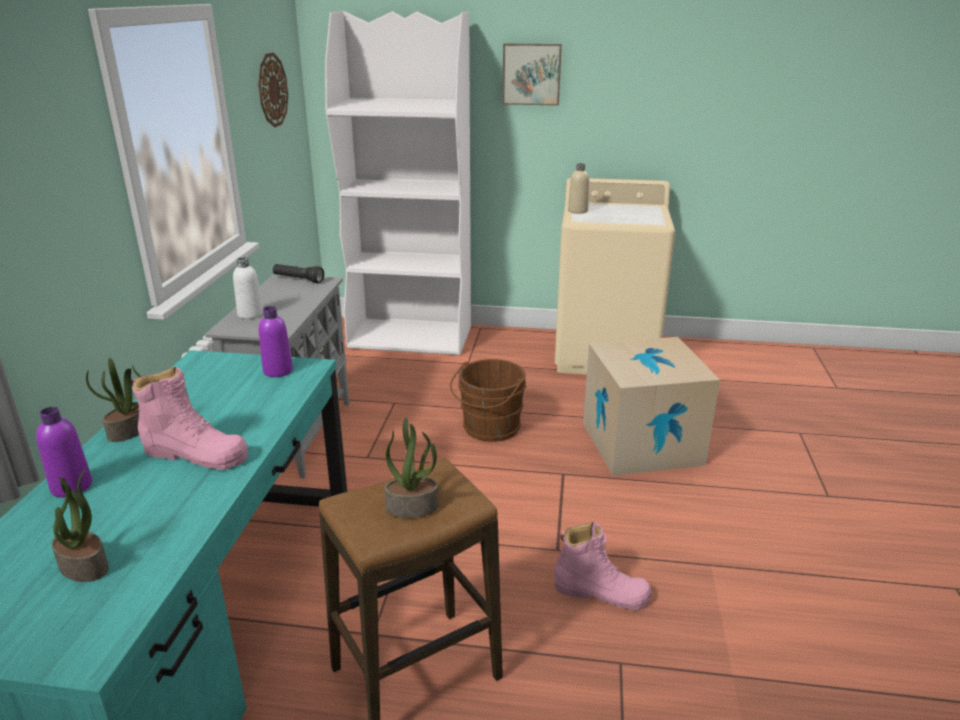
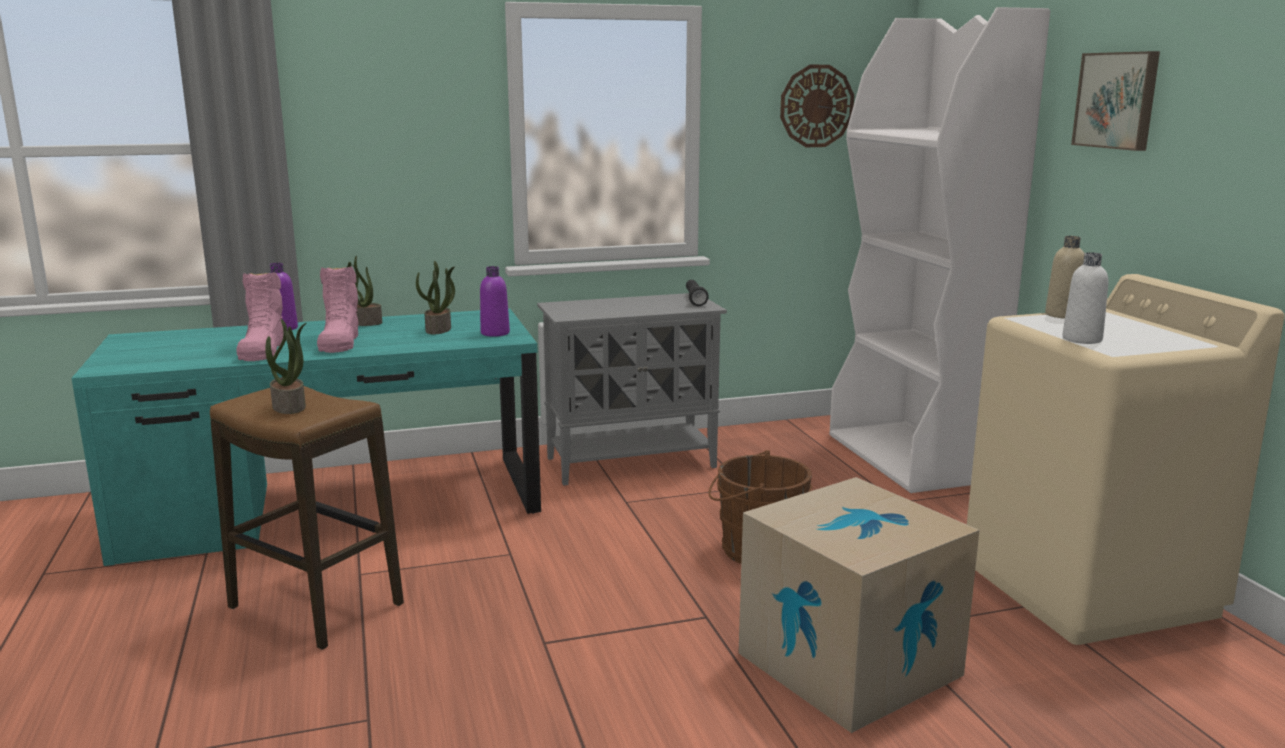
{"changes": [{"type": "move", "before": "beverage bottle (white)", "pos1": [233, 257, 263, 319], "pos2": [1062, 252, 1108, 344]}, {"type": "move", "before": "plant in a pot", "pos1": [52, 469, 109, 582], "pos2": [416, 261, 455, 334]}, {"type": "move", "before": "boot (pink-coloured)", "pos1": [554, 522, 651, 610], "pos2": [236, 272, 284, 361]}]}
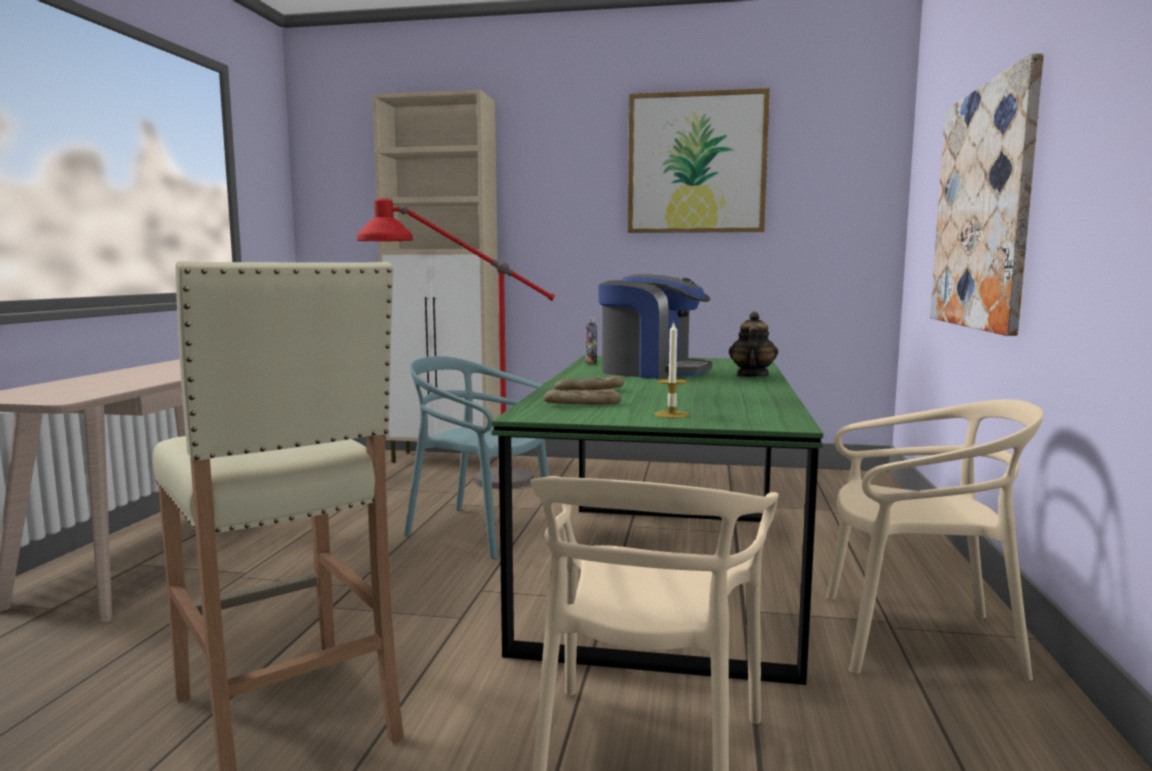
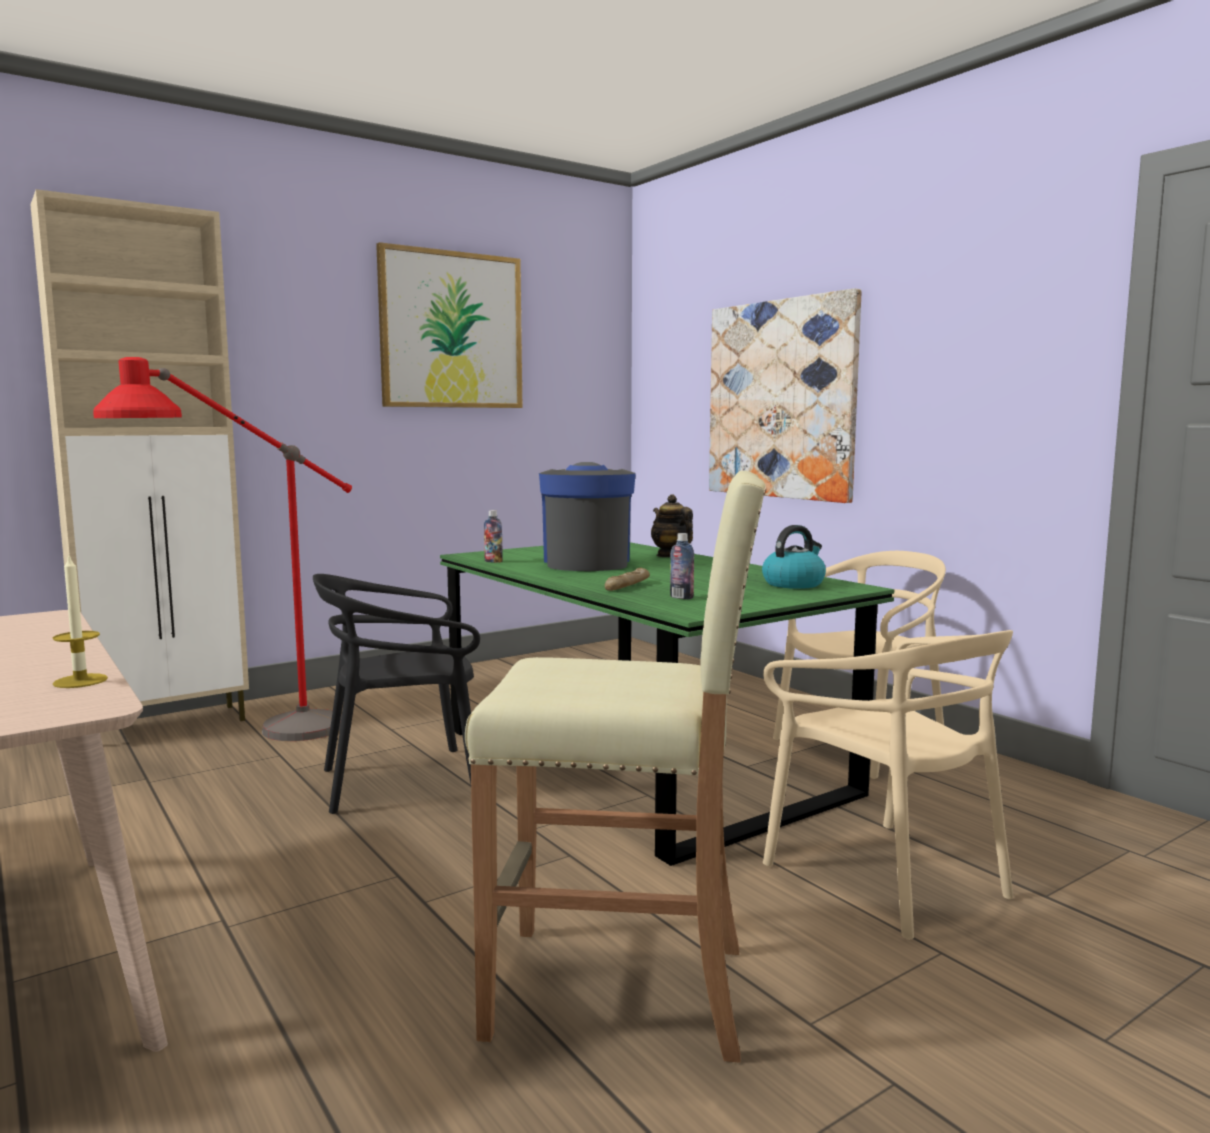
{"changes": [{"type": "rotate", "before": "coffee machine", "pos1": [598, 274, 712, 379], "pos2": [539, 462, 636, 571], "turn": -75}, {"type": "move", "before": "candle", "pos1": [655, 321, 689, 418], "pos2": [53, 556, 108, 688]}, {"type": "recolor", "before": "upright chair (turquoise-coloured)", "after": "upright chair (black)", "pos1": [404, 356, 549, 559], "pos2": [313, 574, 480, 814]}, {"type": "replace", "before": "baked bread", "after": "beverage bottle", "pos1": [544, 389, 622, 404], "pos2": [670, 533, 694, 599]}, {"type": "insert", "after": "water kettle", "pos2": [762, 525, 826, 589]}]}
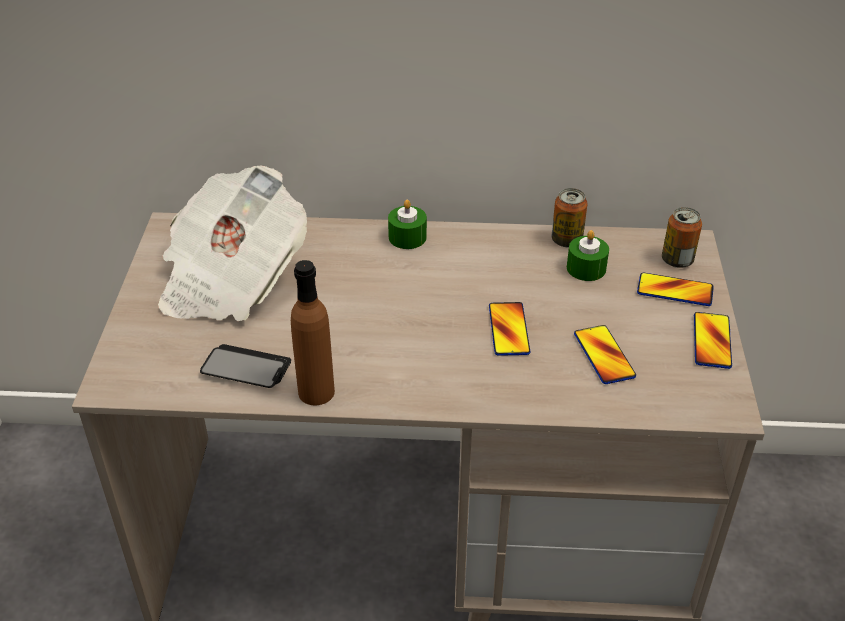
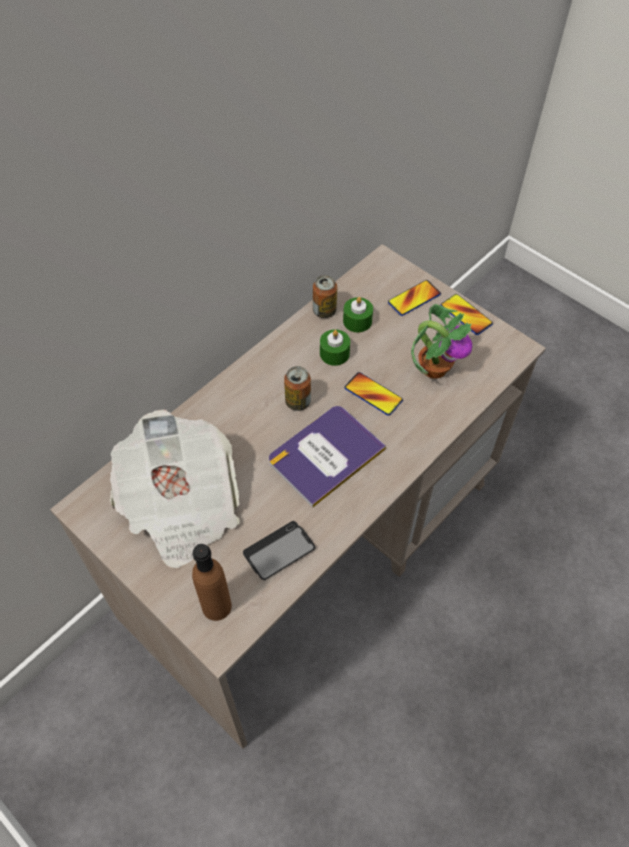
{"changes": [{"type": "move", "before": "candle (green-coloured)", "pos1": [388, 200, 427, 249], "pos2": [320, 329, 350, 366]}, {"type": "move", "before": "sealed can", "pos1": [662, 207, 702, 268], "pos2": [284, 366, 311, 411]}, {"type": "move", "before": "beverage bottle (brown-coloured)", "pos1": [291, 260, 335, 405], "pos2": [192, 544, 232, 621]}, {"type": "replace", "before": "telephone", "after": "plant in a pot", "pos1": [574, 325, 636, 384], "pos2": [411, 304, 472, 379]}, {"type": "insert", "after": "book", "pos2": [269, 406, 386, 508]}]}
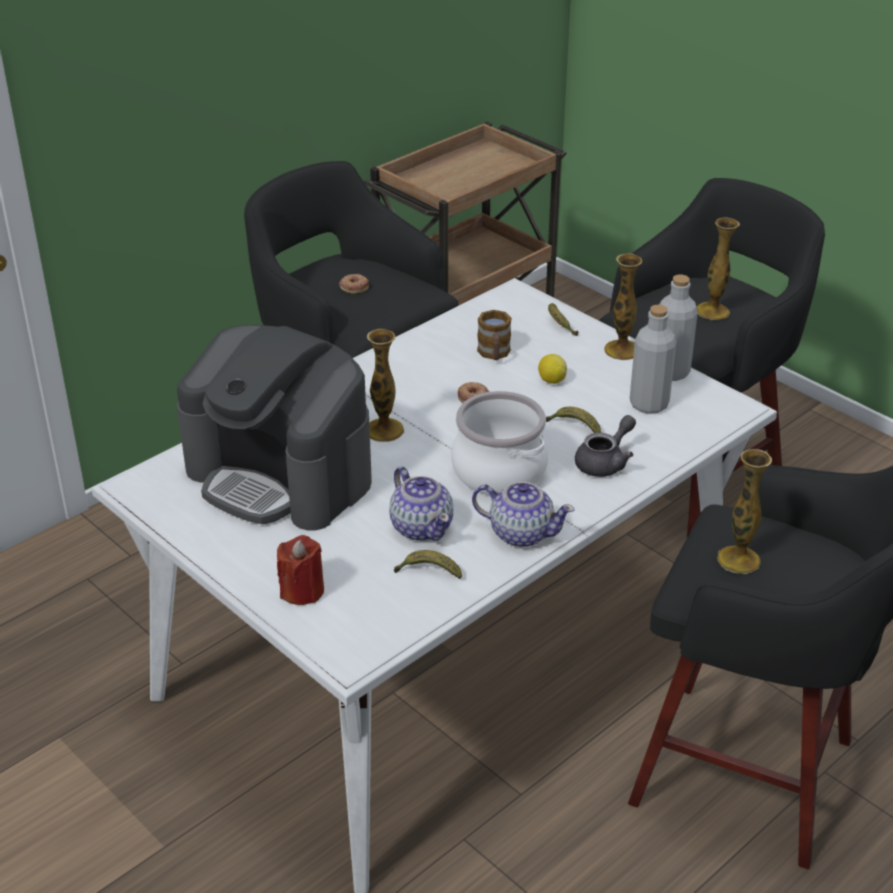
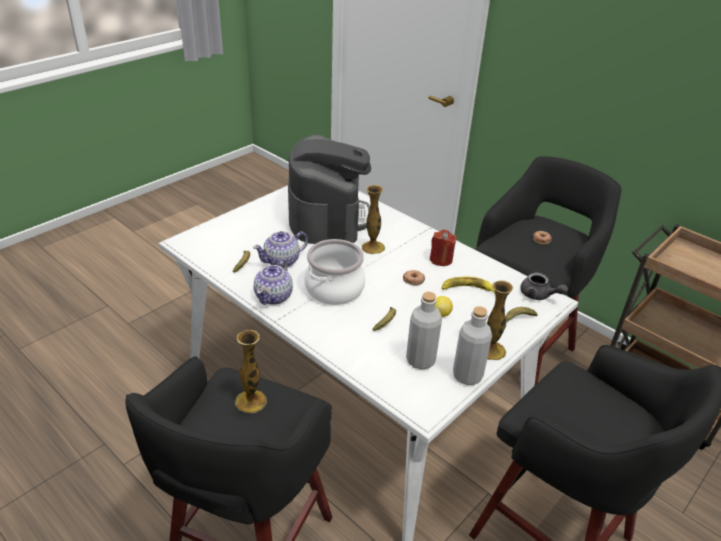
{"changes": [{"type": "delete", "before": "flower vase", "pos1": [696, 217, 740, 320]}, {"type": "replace", "before": "tea mug", "after": "banana fruit", "pos1": [477, 310, 512, 360], "pos2": [442, 277, 495, 294]}, {"type": "rotate", "before": "coffee machine", "pos1": [177, 325, 372, 530], "pos2": [288, 135, 371, 244], "turn": 150}, {"type": "move", "before": "teapot (gray)", "pos1": [575, 415, 636, 477], "pos2": [520, 272, 568, 300]}, {"type": "move", "before": "candle (red)", "pos1": [277, 535, 324, 605], "pos2": [430, 229, 457, 266]}]}
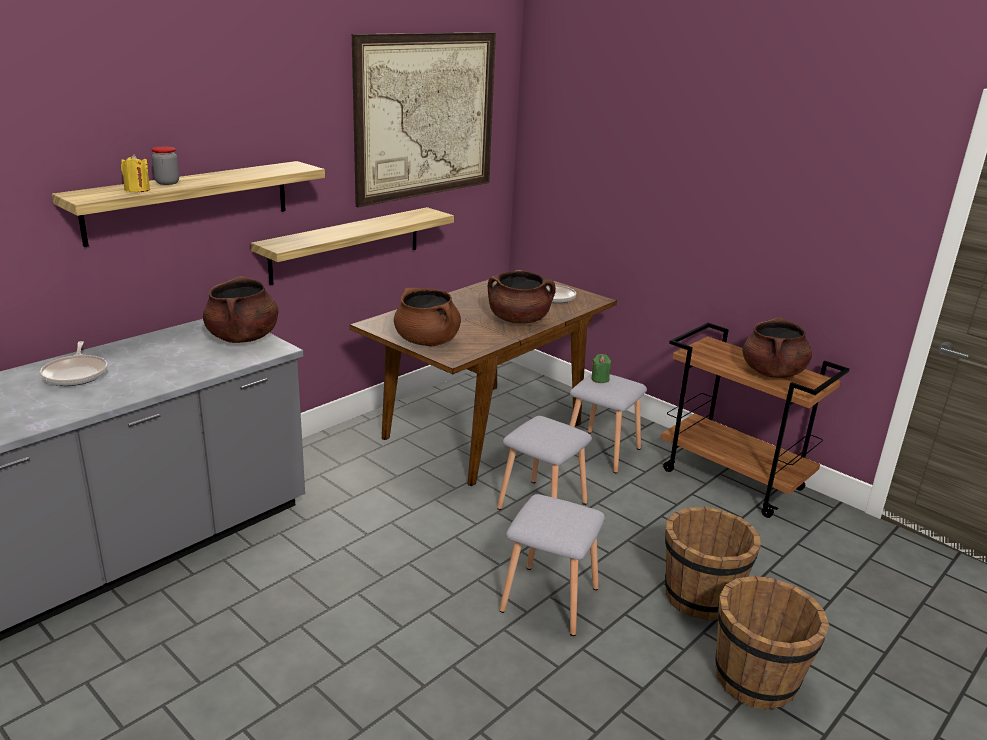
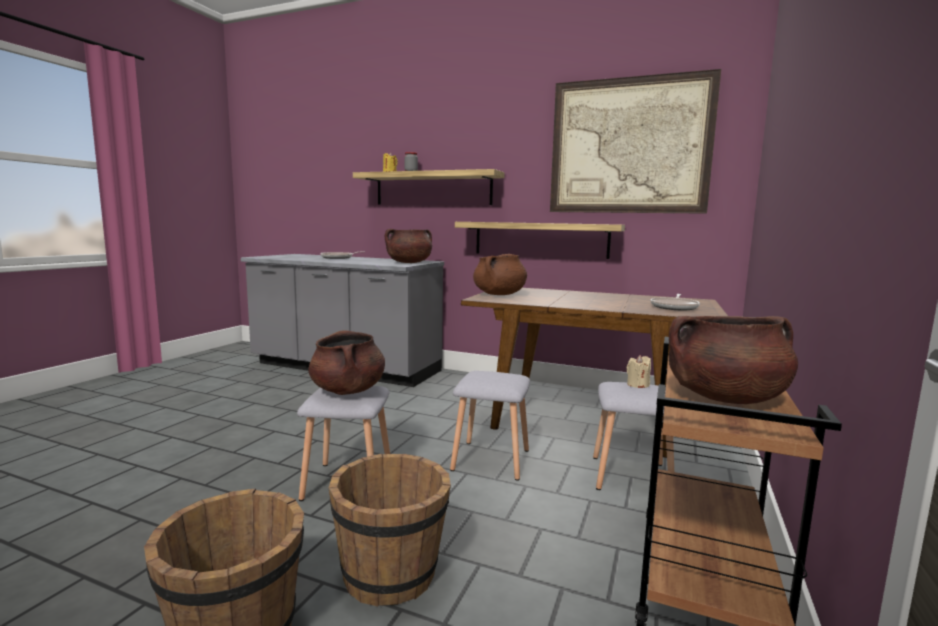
{"changes": [{"type": "move", "before": "stockpot (brown-coloured)", "pos1": [488, 271, 556, 324], "pos2": [309, 330, 385, 395]}, {"type": "recolor", "before": "candle (green-coloured)", "after": "candle (beige-coloured)", "pos1": [591, 354, 611, 383], "pos2": [627, 355, 651, 388]}]}
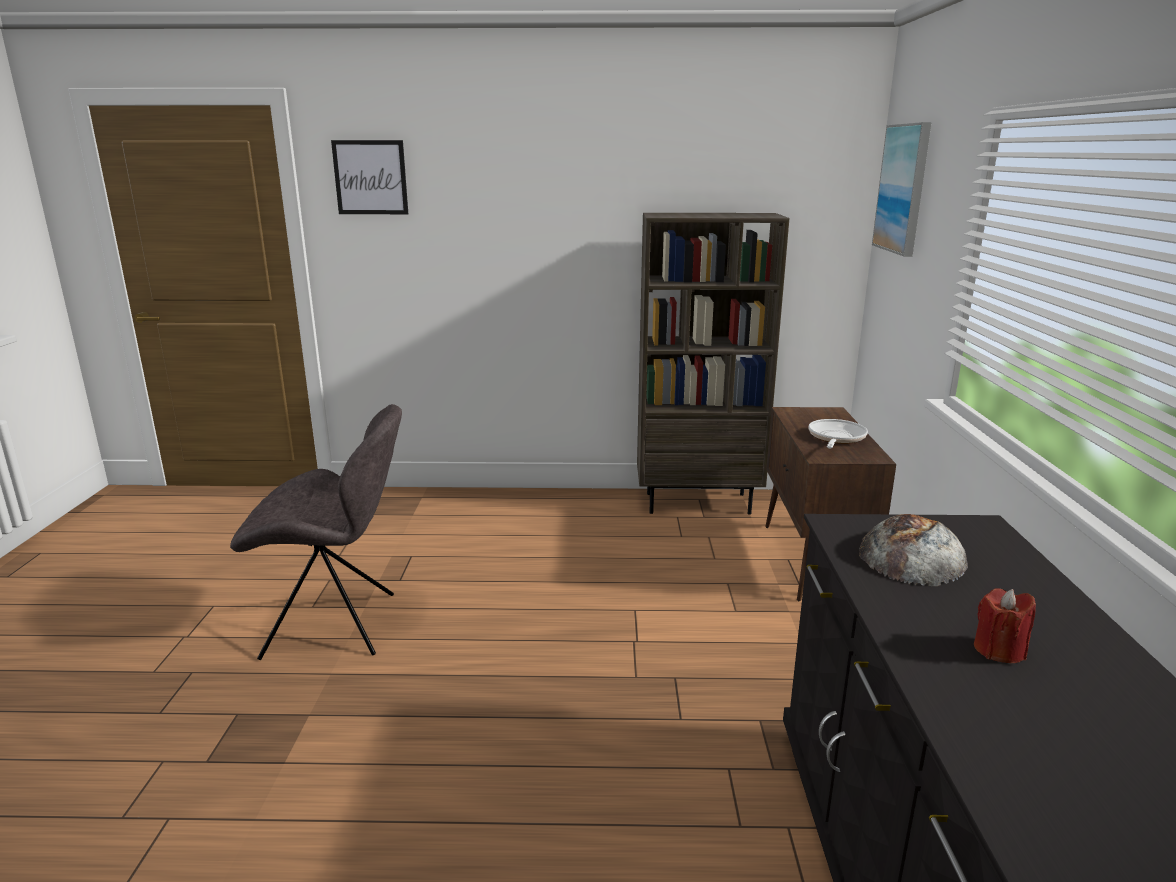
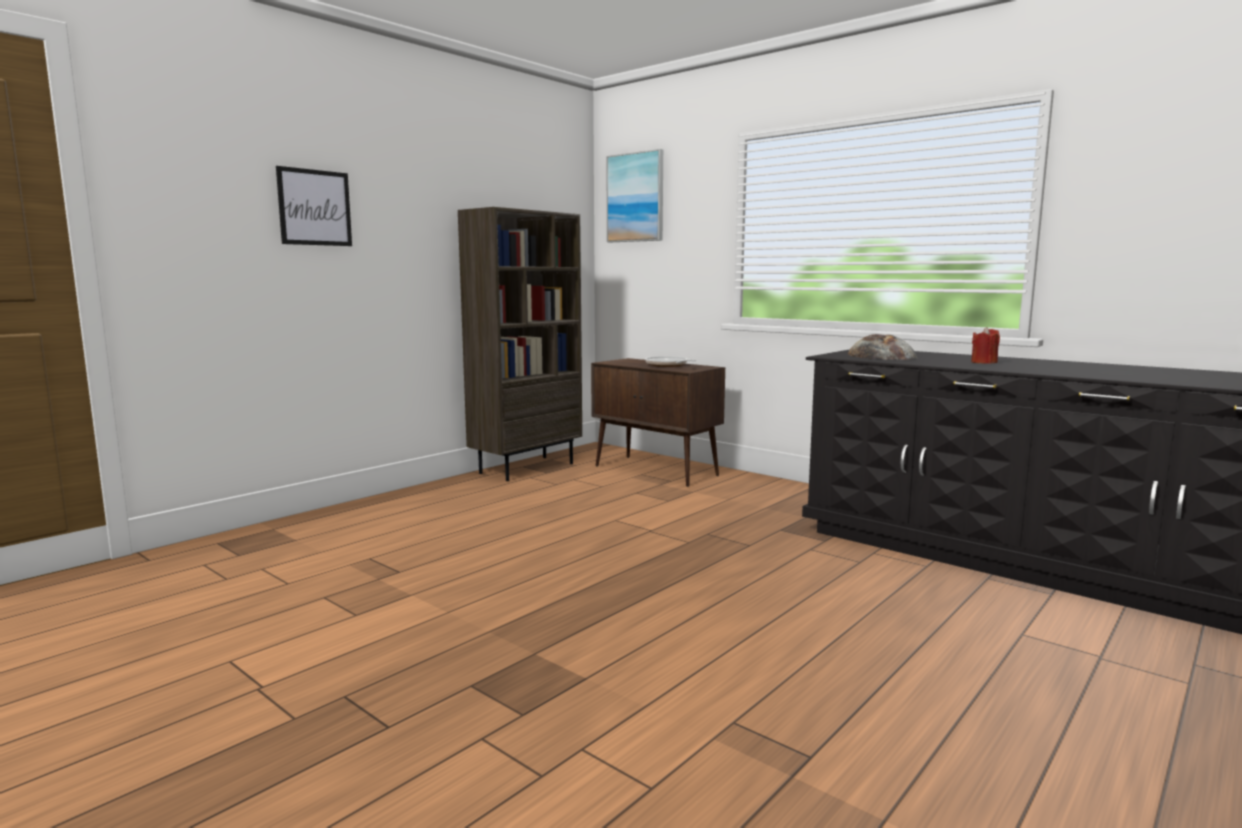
{"changes": [{"type": "move", "before": "wall picture", "pos1": [331, 140, 408, 214], "pos2": [276, 166, 352, 246]}, {"type": "delete", "before": "upright chair (gray)", "pos1": [230, 404, 402, 660]}]}
